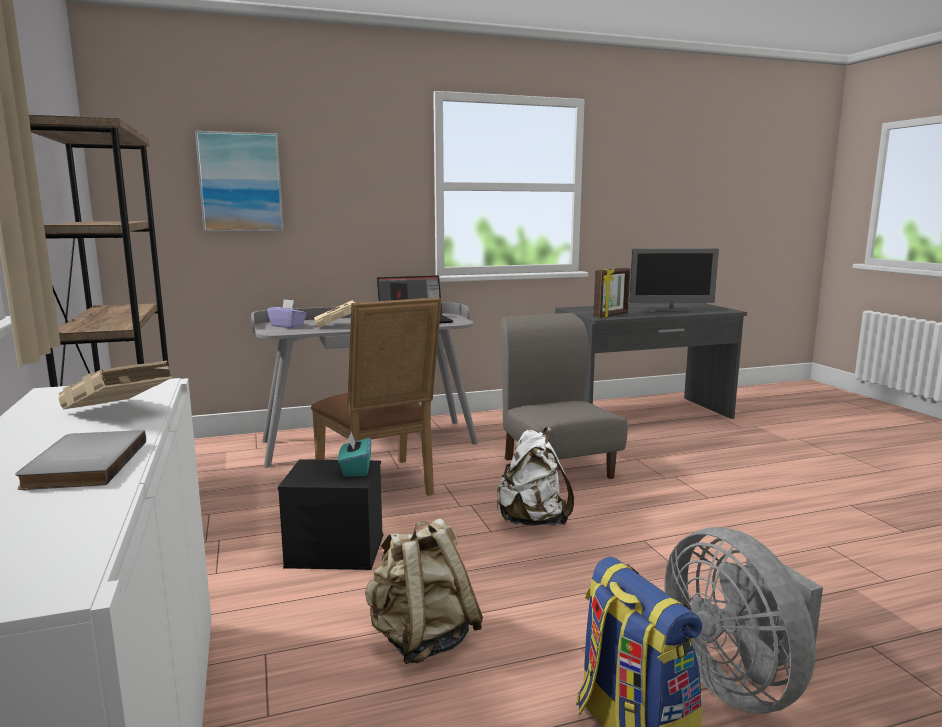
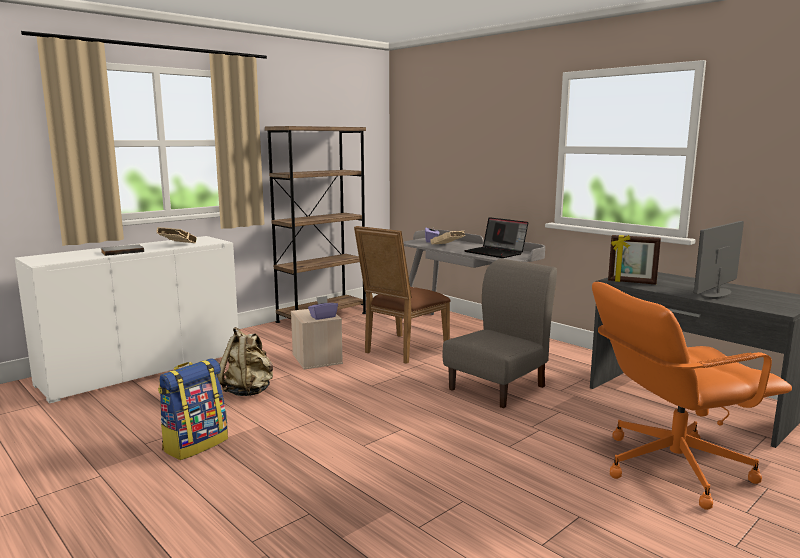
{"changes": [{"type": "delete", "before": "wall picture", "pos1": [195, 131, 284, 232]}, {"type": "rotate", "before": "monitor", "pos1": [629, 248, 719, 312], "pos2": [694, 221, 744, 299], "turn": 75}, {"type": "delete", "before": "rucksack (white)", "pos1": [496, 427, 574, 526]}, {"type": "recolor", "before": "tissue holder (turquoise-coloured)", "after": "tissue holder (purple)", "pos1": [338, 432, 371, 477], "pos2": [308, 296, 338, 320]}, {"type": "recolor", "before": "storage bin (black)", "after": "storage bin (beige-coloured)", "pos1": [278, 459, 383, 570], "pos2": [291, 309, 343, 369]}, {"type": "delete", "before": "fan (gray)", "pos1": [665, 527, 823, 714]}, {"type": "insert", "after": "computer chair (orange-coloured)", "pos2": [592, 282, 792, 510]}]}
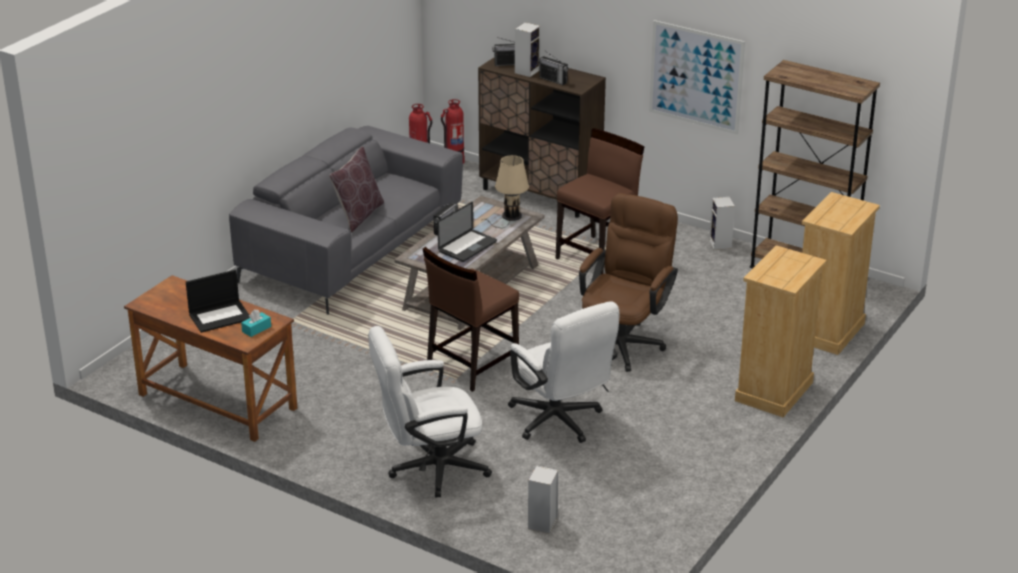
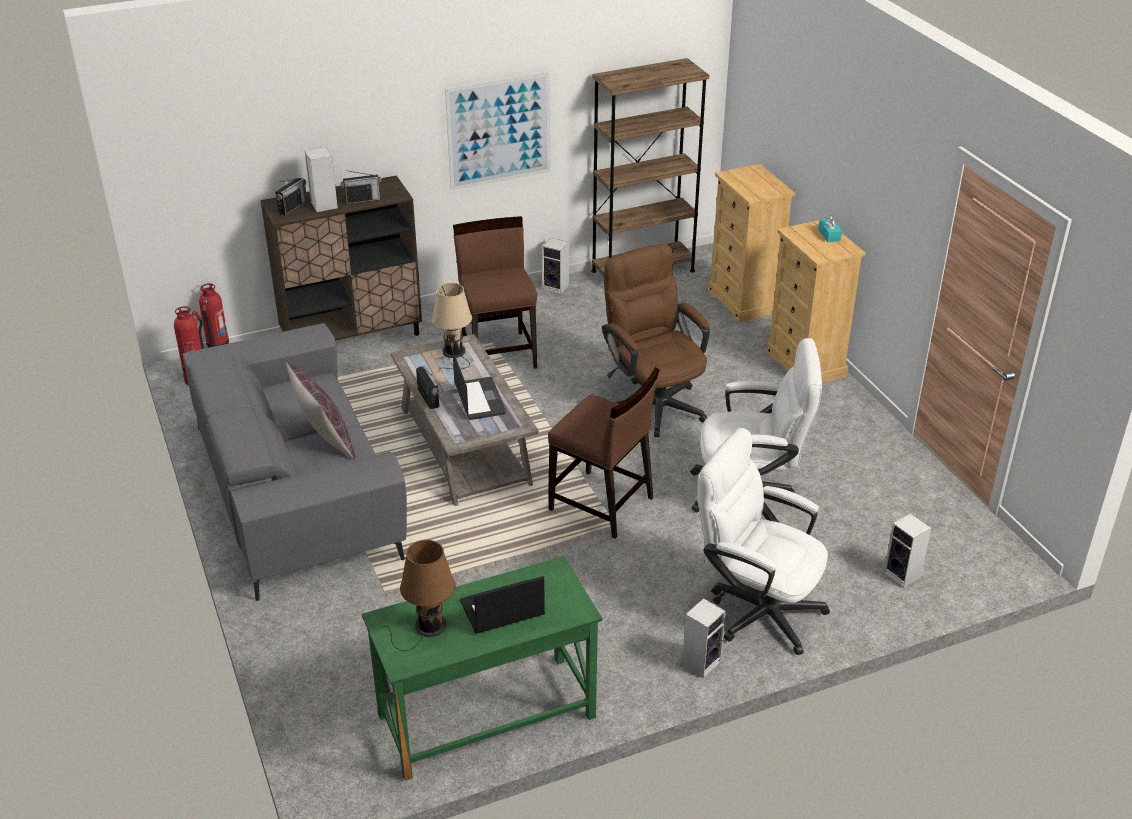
{"changes": [{"type": "rotate", "before": "upright chair (brown-coloured)", "pos1": [423, 247, 519, 392], "pos2": [548, 368, 659, 539], "turn": -45}, {"type": "rotate", "before": "laptop", "pos1": [186, 270, 250, 333], "pos2": [460, 576, 545, 634], "turn": -120}, {"type": "recolor", "before": "desk (brown-coloured)", "after": "desk (green-coloured)", "pos1": [124, 275, 297, 442], "pos2": [362, 556, 602, 781]}, {"type": "move", "before": "tissue holder (turquoise-coloured)", "pos1": [241, 310, 271, 337], "pos2": [818, 215, 842, 242]}, {"type": "rotate", "before": "computer chair (white)", "pos1": [368, 326, 492, 497], "pos2": [697, 428, 830, 655], "turn": 105}, {"type": "insert", "after": "tabletop lamp (brown-coloured)", "pos2": [381, 540, 456, 651]}, {"type": "insert", "after": "audio speaker", "pos2": [682, 598, 726, 678]}]}
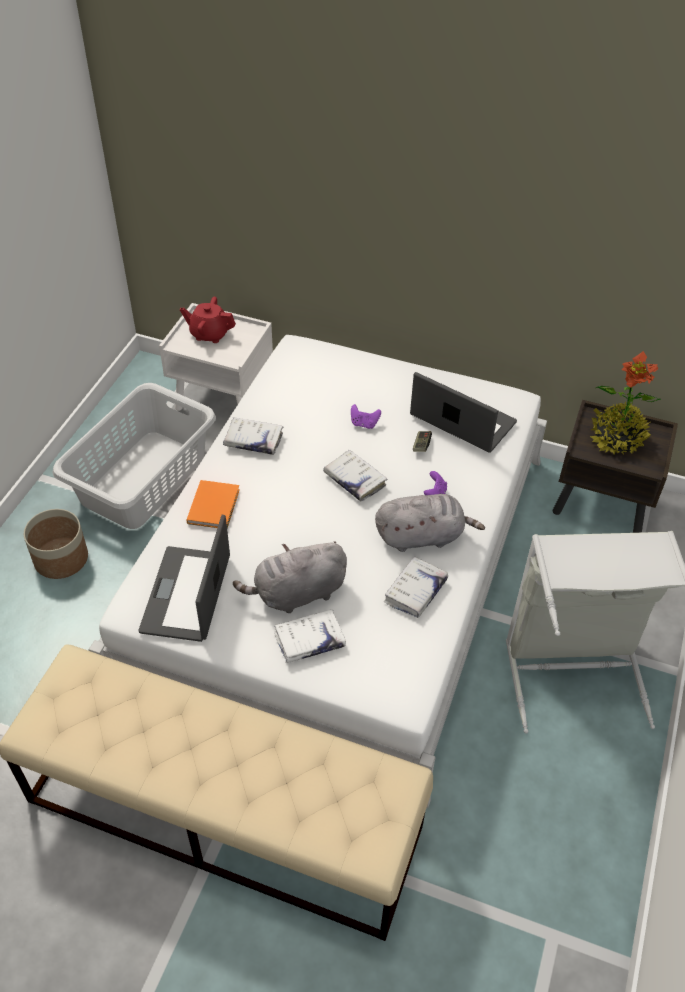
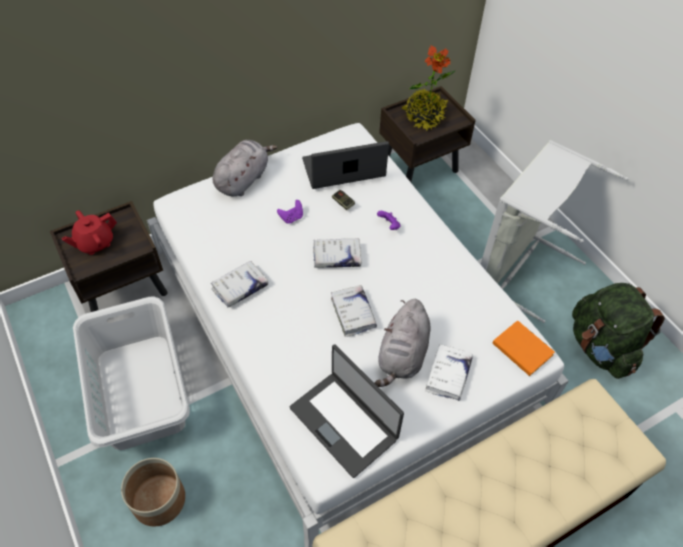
{"changes": [{"type": "recolor", "before": "nightstand (white)", "after": "nightstand (brown-coloured)", "pos1": [159, 303, 273, 411], "pos2": [50, 201, 167, 312]}, {"type": "move", "before": "book (orange-coloured)", "pos1": [187, 480, 240, 529], "pos2": [493, 320, 555, 376]}, {"type": "move", "before": "cuddly toy (gray)", "pos1": [375, 494, 485, 552], "pos2": [213, 140, 277, 196]}, {"type": "move", "before": "book (white)", "pos1": [384, 557, 448, 618], "pos2": [331, 285, 377, 337]}, {"type": "insert", "after": "rucksack (green-coloured)", "pos2": [572, 283, 665, 379]}]}
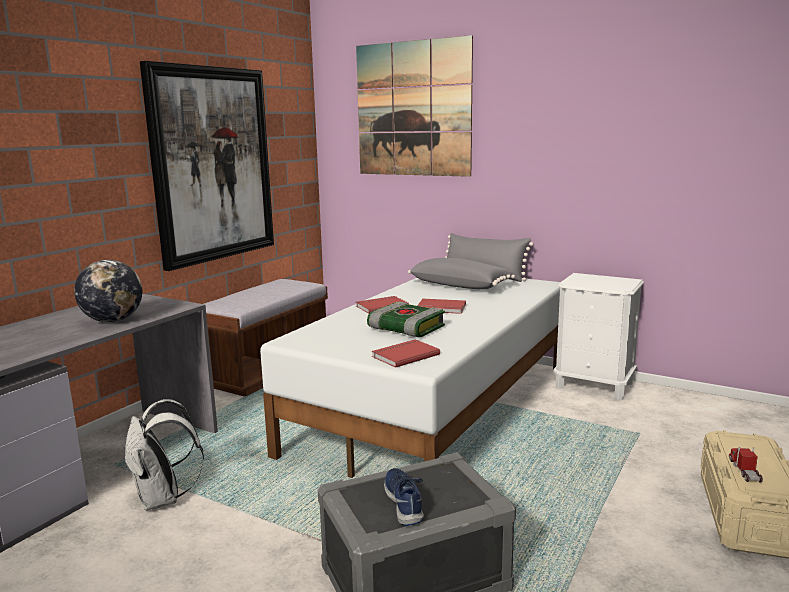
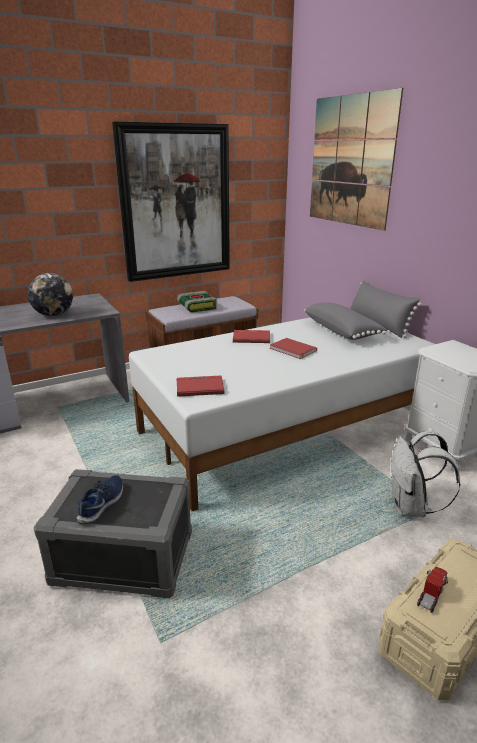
{"changes": [{"type": "move", "before": "book", "pos1": [367, 302, 445, 337], "pos2": [177, 291, 217, 312]}, {"type": "move", "before": "rucksack (white)", "pos1": [125, 399, 204, 511], "pos2": [391, 431, 460, 517]}]}
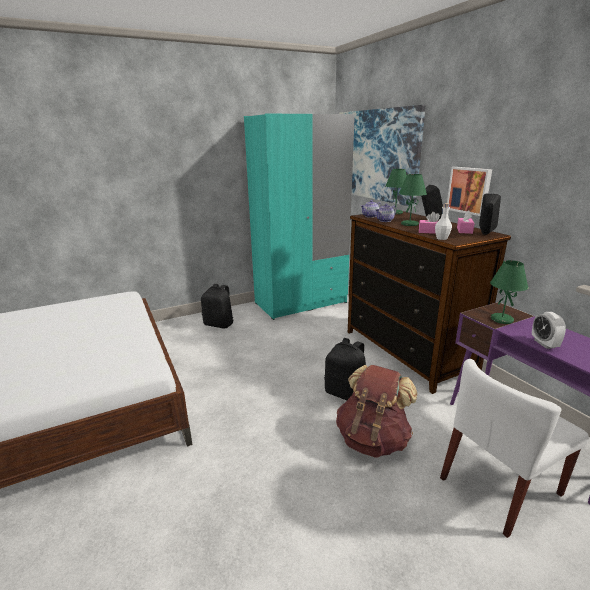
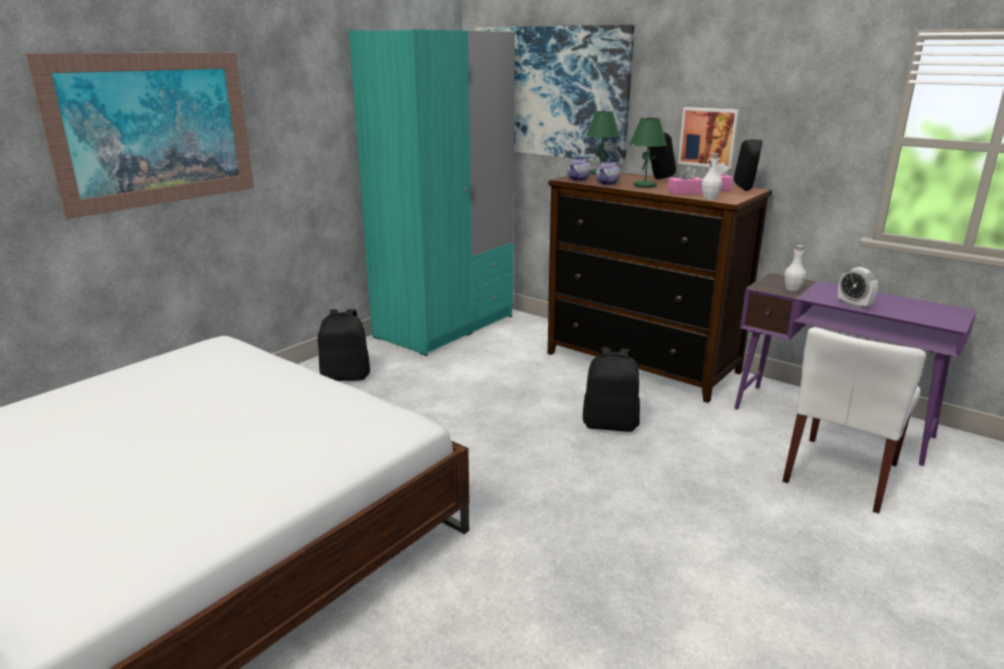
{"changes": [{"type": "replace", "before": "tabletop lamp (green-coloured)", "after": "beverage bottle (white)", "pos1": [490, 260, 529, 324], "pos2": [785, 245, 806, 291]}, {"type": "delete", "before": "rucksack (brown-coloured)", "pos1": [336, 365, 418, 458]}, {"type": "insert", "after": "wall picture", "pos2": [26, 52, 254, 219]}]}
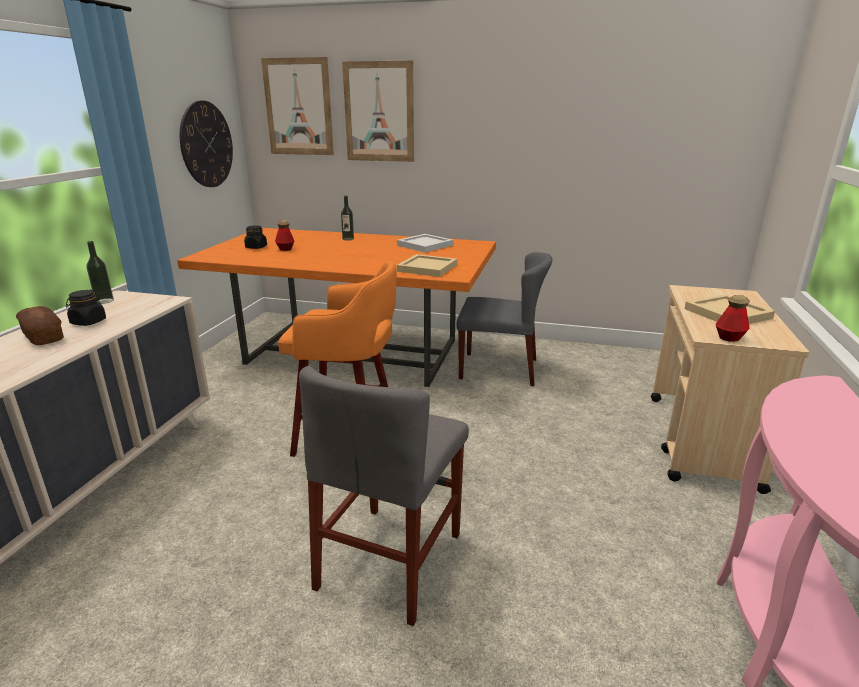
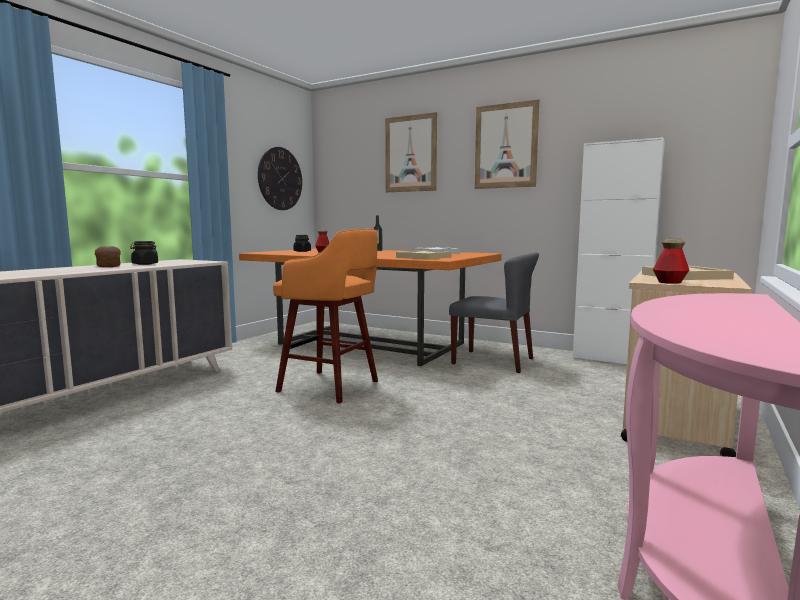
{"changes": [{"type": "move", "before": "wall picture", "pos1": [261, 57, 334, 155], "pos2": [475, 99, 539, 189]}, {"type": "delete", "before": "beverage bottle", "pos1": [86, 241, 114, 304]}, {"type": "delete", "before": "upright chair (gray)", "pos1": [299, 366, 469, 626]}, {"type": "insert", "after": "storage cabinet (white)", "pos2": [573, 137, 665, 364]}]}
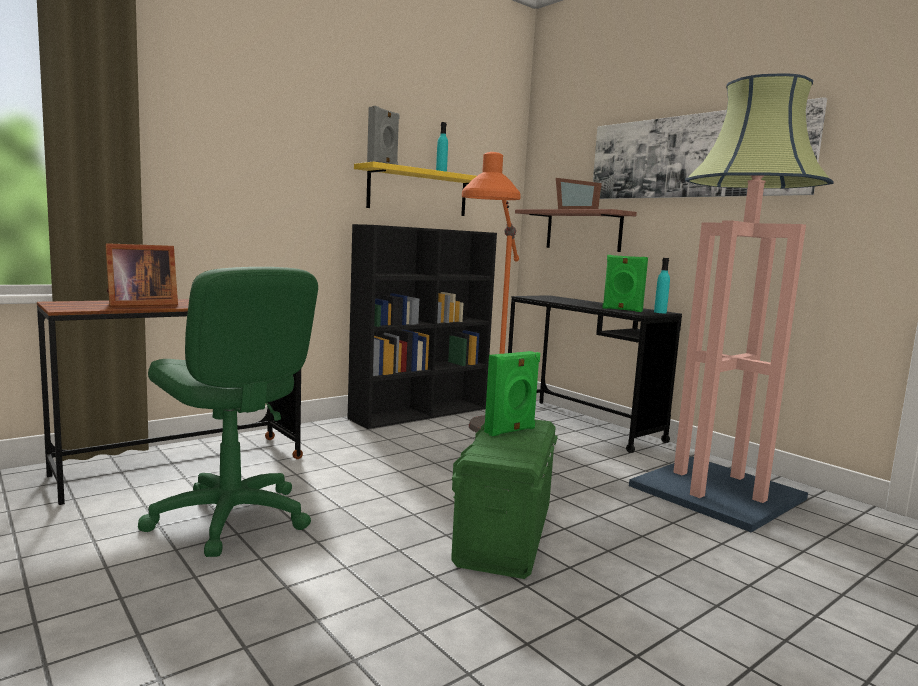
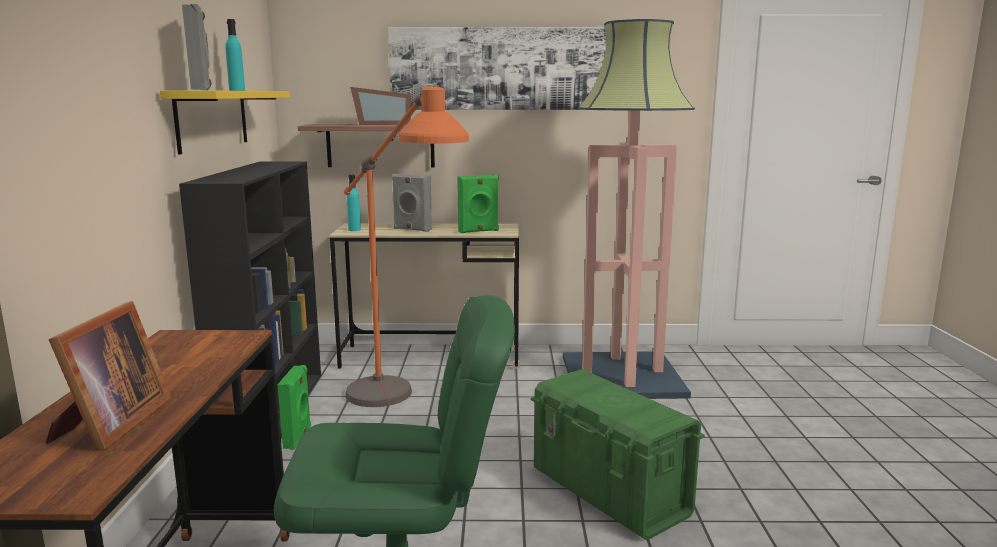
{"changes": [{"type": "move", "before": "beverage bottle (turquoise-coloured)", "pos1": [654, 258, 670, 313], "pos2": [347, 175, 361, 231]}, {"type": "recolor", "before": "desk (black)", "after": "desk (beige-coloured)", "pos1": [508, 295, 682, 453], "pos2": [329, 223, 521, 369]}, {"type": "move", "before": "audio speaker (green-coloured)", "pos1": [484, 351, 540, 436], "pos2": [278, 365, 311, 450]}, {"type": "insert", "after": "audio speaker (gray)", "pos2": [392, 174, 432, 232]}]}
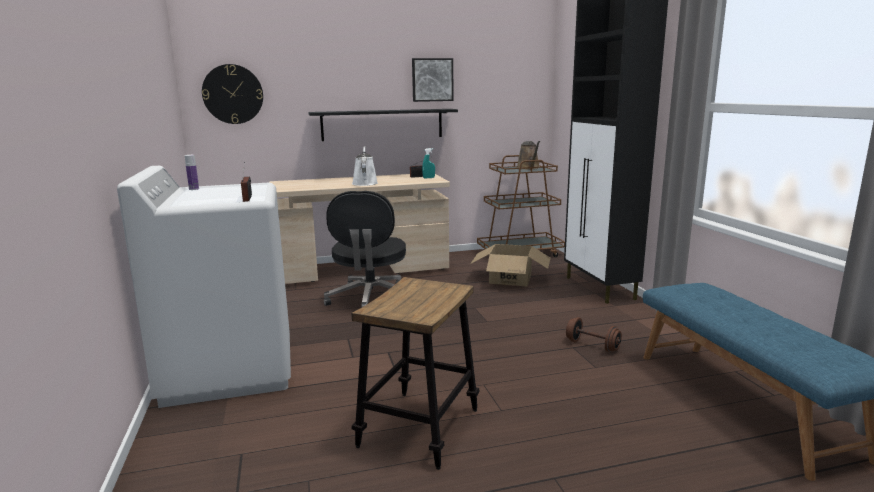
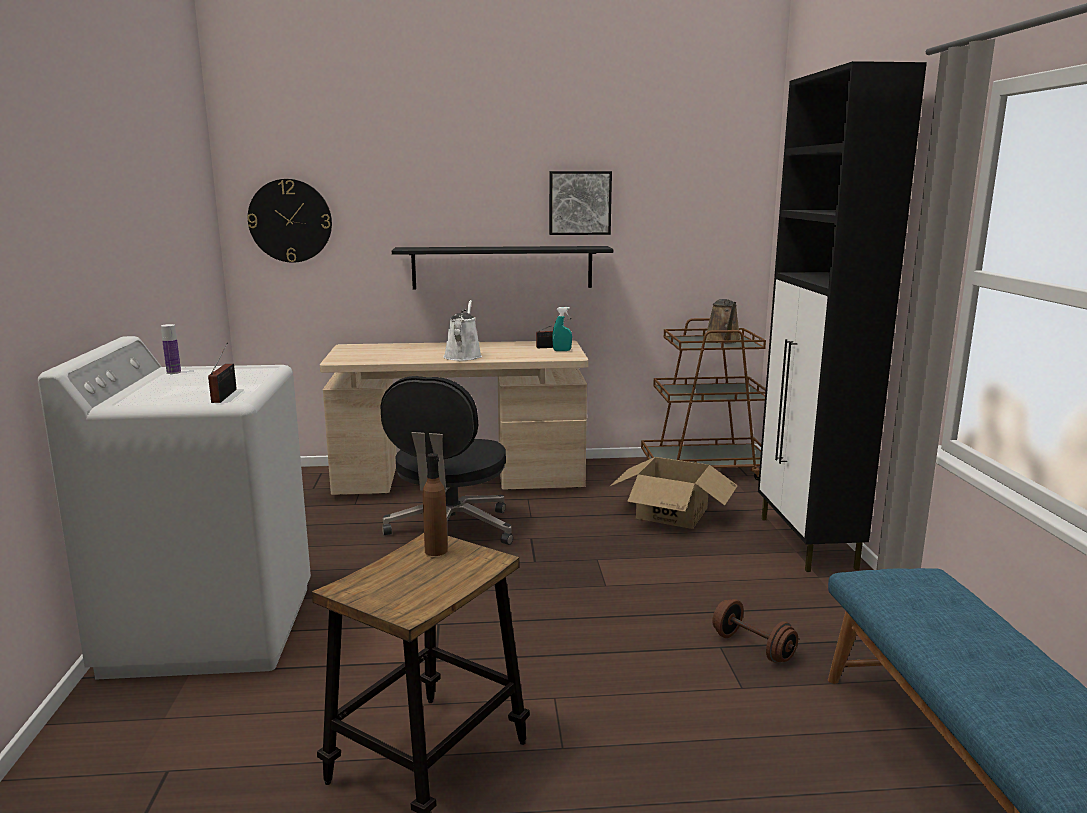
{"changes": [{"type": "insert", "after": "beverage bottle (brown-coloured)", "pos2": [423, 453, 448, 556]}]}
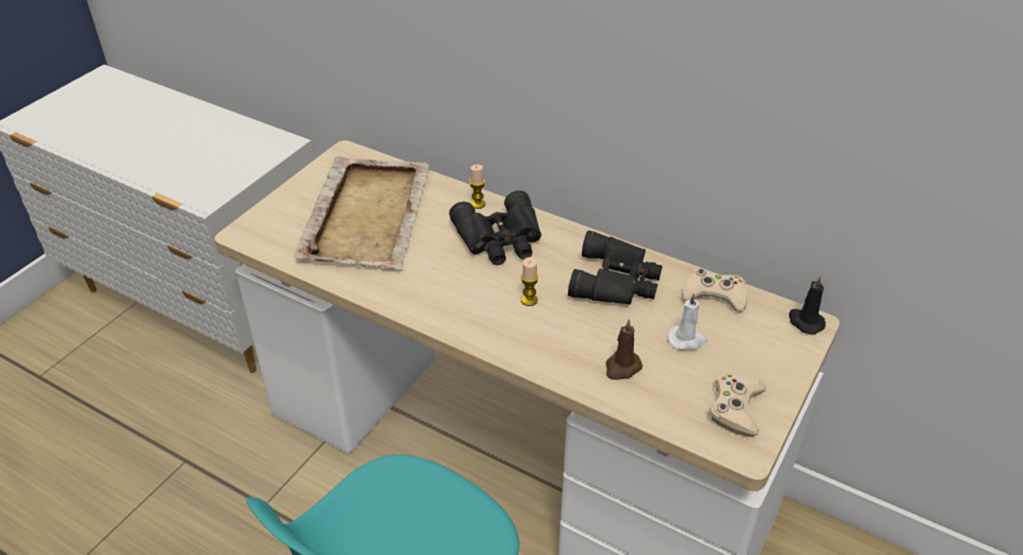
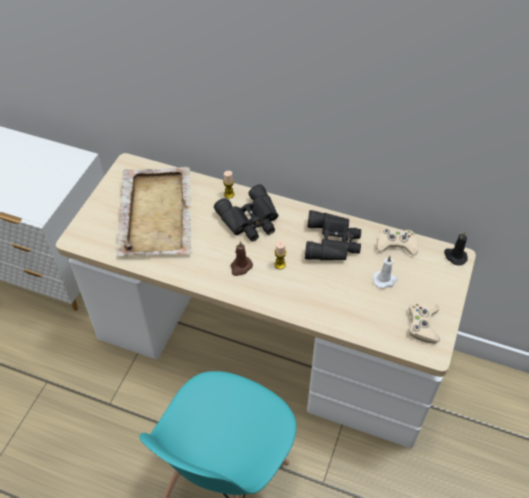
{"changes": [{"type": "move", "before": "candle (brown-coloured)", "pos1": [606, 319, 643, 380], "pos2": [231, 241, 253, 276]}]}
